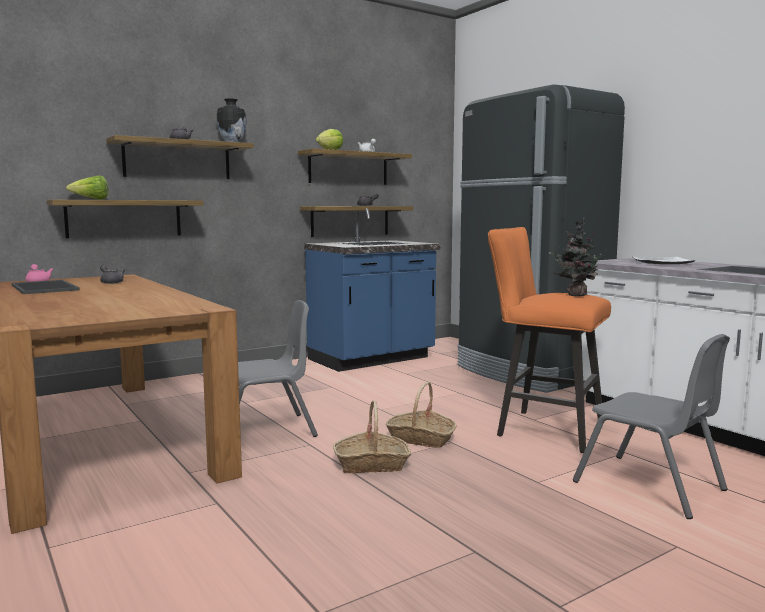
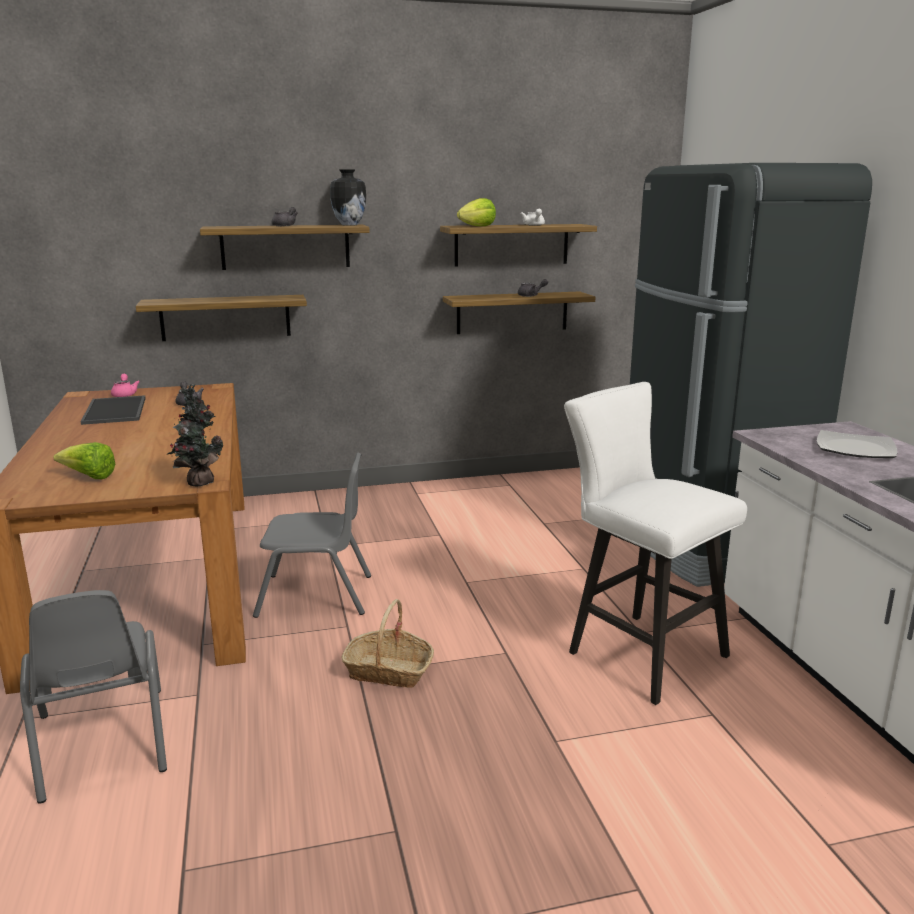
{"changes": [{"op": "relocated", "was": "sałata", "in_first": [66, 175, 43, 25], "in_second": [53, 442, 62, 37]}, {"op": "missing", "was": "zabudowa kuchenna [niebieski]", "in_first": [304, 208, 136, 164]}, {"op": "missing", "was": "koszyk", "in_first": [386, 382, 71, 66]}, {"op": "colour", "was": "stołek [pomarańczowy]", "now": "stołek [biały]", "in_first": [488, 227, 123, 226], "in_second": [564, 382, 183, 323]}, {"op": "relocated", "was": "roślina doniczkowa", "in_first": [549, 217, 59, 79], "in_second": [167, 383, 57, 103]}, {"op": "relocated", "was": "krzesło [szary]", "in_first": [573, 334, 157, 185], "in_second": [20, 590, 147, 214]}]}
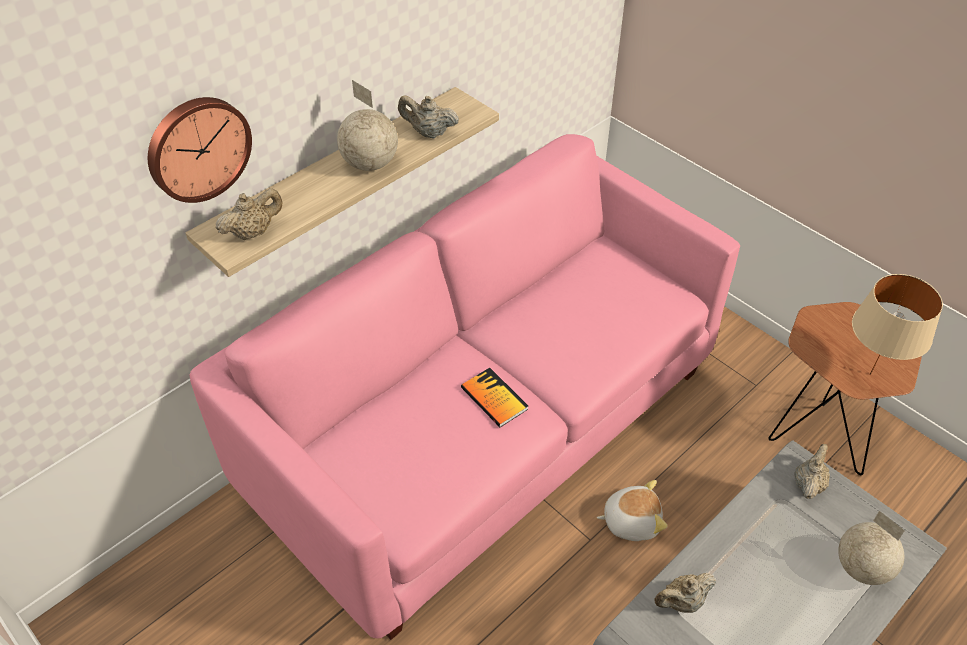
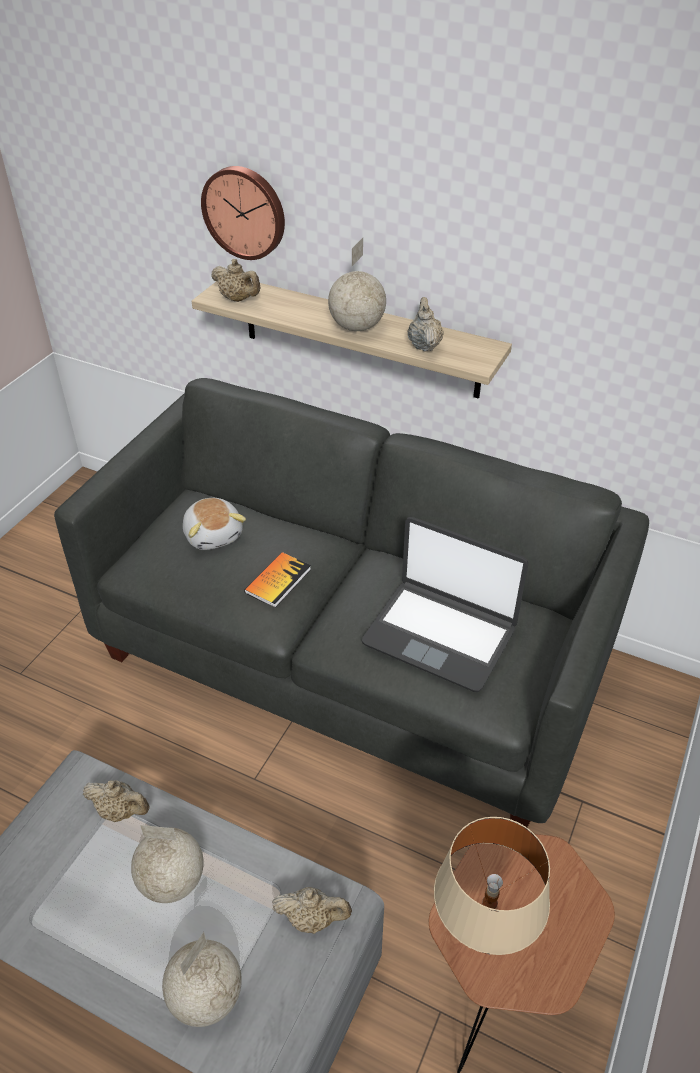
{"changes": [{"op": "colour", "was": "kanapa [różowy]", "now": "kanapa [szary]", "in_first": [190, 134, 550, 506], "in_second": [54, 378, 595, 449]}, {"op": "relocated", "was": "pluszak", "in_first": [597, 480, 71, 61], "in_second": [183, 498, 63, 52]}, {"op": "spun", "was": "imbryk [beżowy]", "in_first": [654, 573, 62, 40], "in_second": [83, 780, 67, 42], "clockwise": 150}, {"op": "appeared", "now": "globus", "in_second": [131, 825, 73, 78]}, {"op": "appeared", "now": "laptop", "in_second": [362, 517, 166, 175]}]}
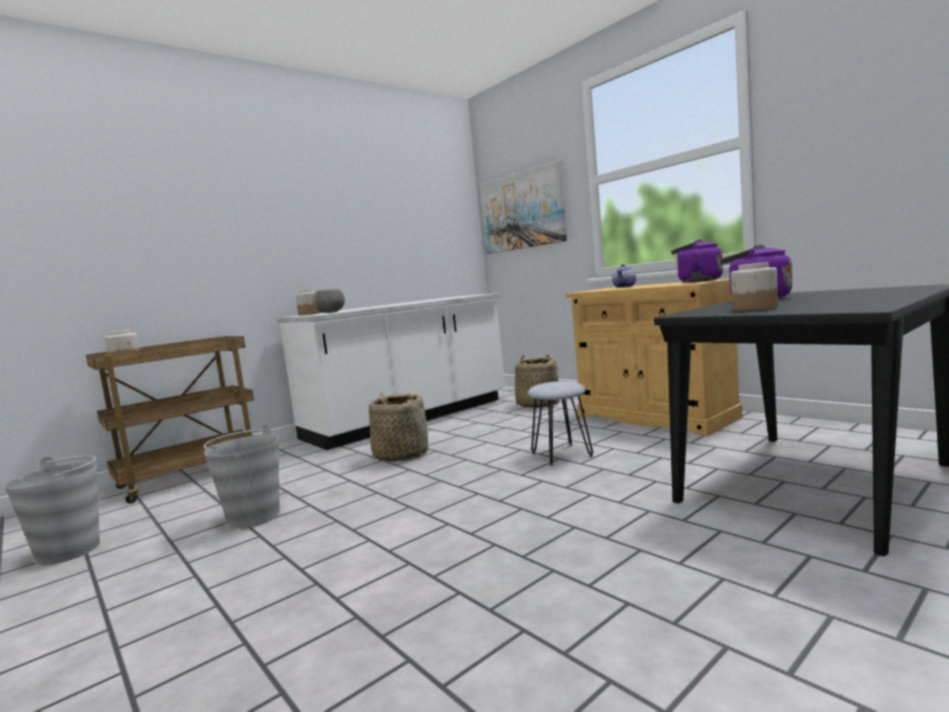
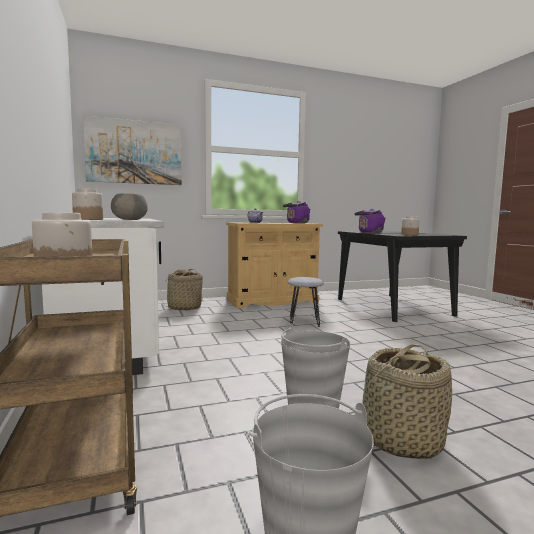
{"changes": [{"op": "relocated", "was": "koszyk", "in_first": [369, 392, 59, 70], "in_second": [363, 344, 89, 115]}]}
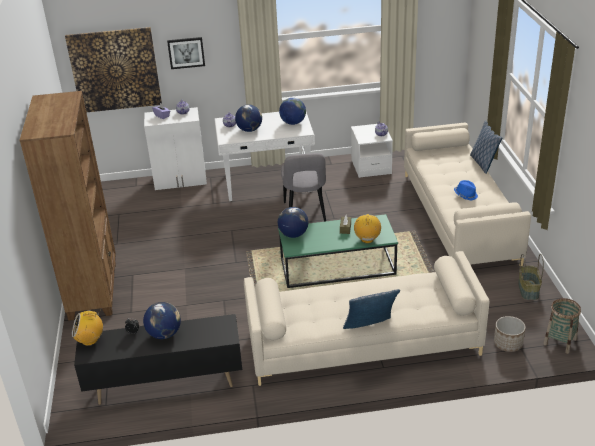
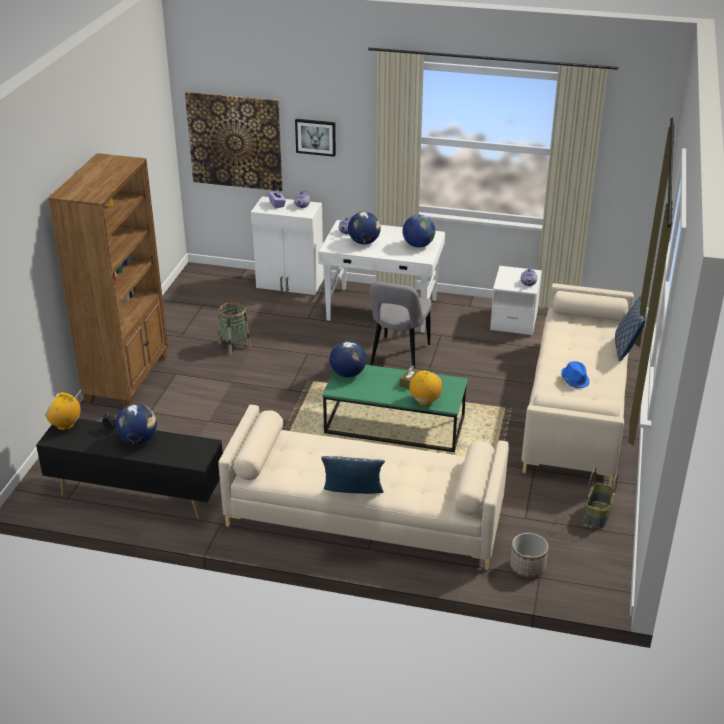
{"changes": [{"op": "relocated", "was": "koszyk", "in_first": [543, 298, 38, 56], "in_second": [218, 302, 33, 52]}]}
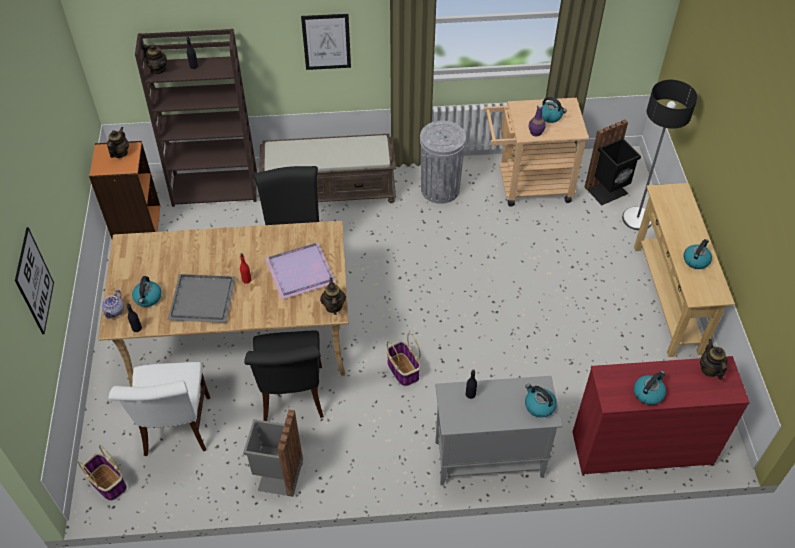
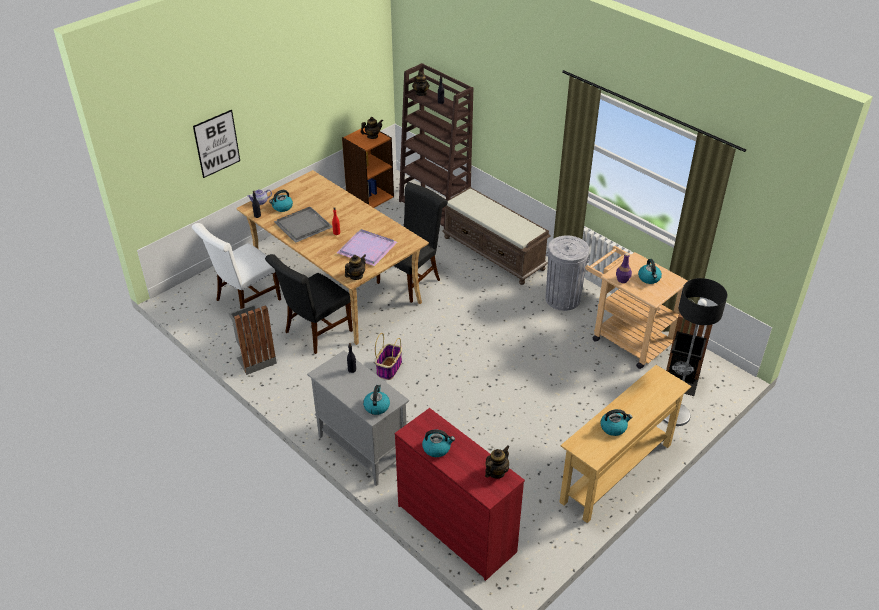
{"changes": [{"op": "missing", "was": "koszyk", "in_first": [78, 445, 49, 56]}, {"op": "missing", "was": "obraz", "in_first": [301, 14, 50, 56]}]}
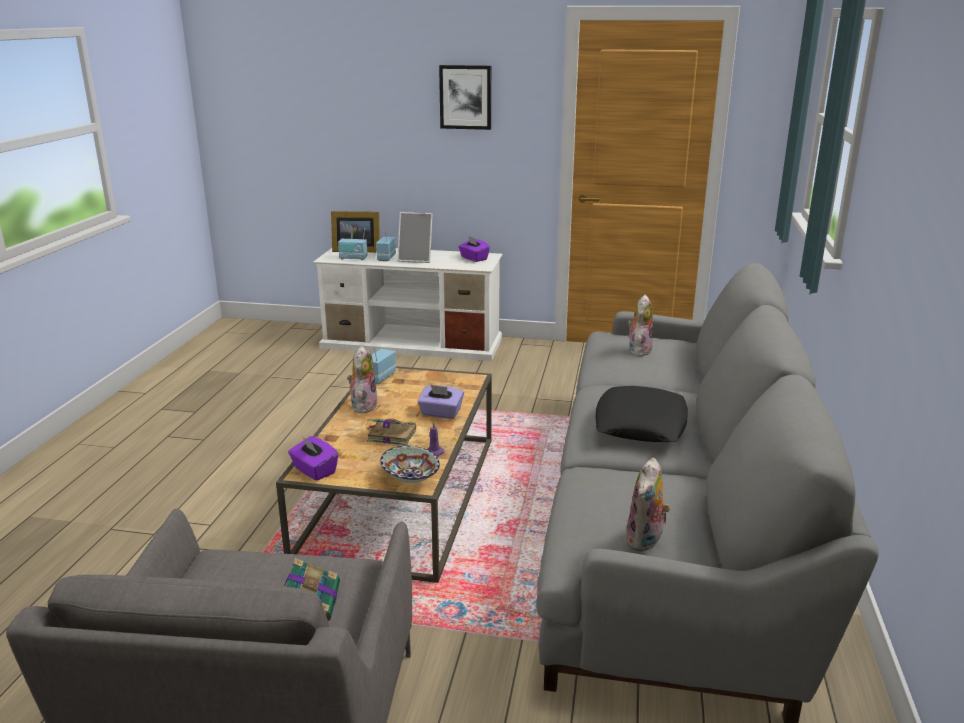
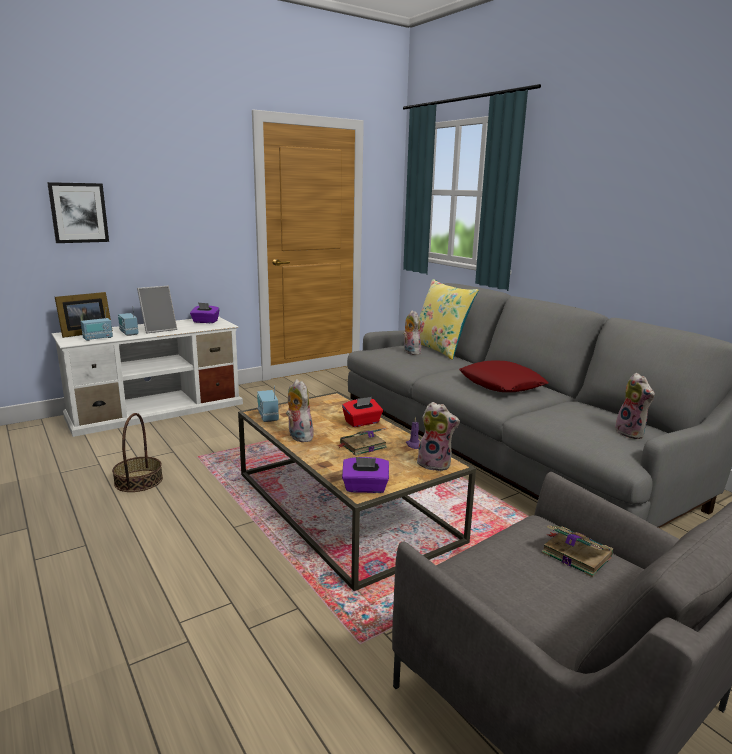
{"changes": [{"op": "exchanged", "was": "miska", "now": "pluszak", "in_first": [380, 446, 60, 37], "in_second": [417, 402, 43, 69]}, {"op": "colour", "was": "pudełko chusteczek [fioletowy]", "now": "pudełko chusteczek [czerwony]", "in_first": [417, 384, 47, 35], "in_second": [342, 397, 41, 30]}, {"op": "relocated", "was": "obraz", "in_first": [439, 65, 52, 65], "in_second": [47, 182, 62, 61]}, {"op": "colour", "was": "poduszka [czarny]", "now": "poduszka [czerwony]", "in_first": [595, 386, 93, 56], "in_second": [460, 361, 88, 31]}, {"op": "appeared", "now": "koszyk", "in_second": [112, 413, 51, 79]}, {"op": "appeared", "now": "poduszka [żółty]", "in_second": [419, 279, 60, 81]}]}
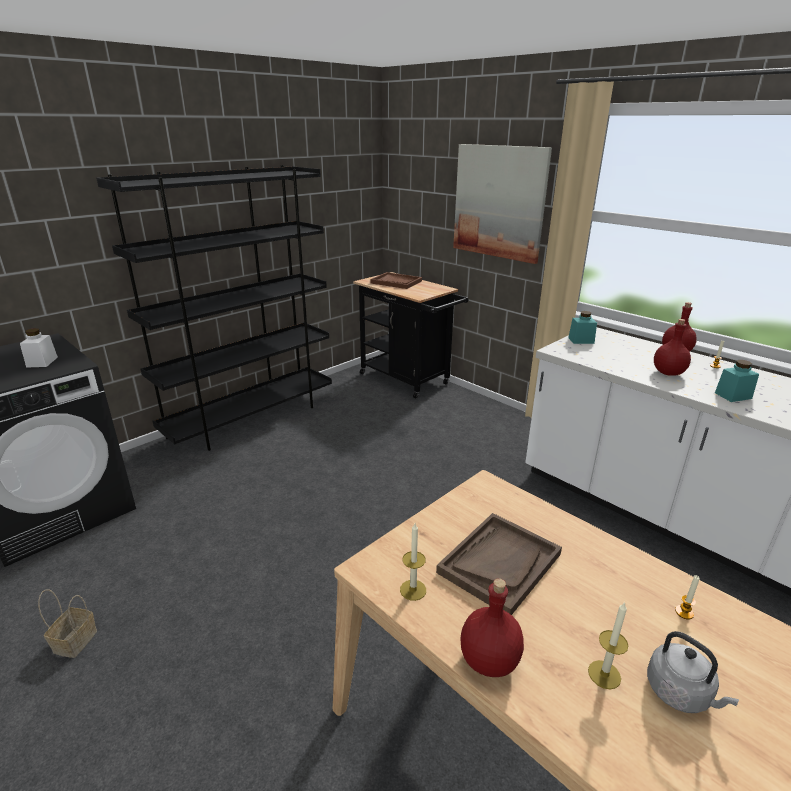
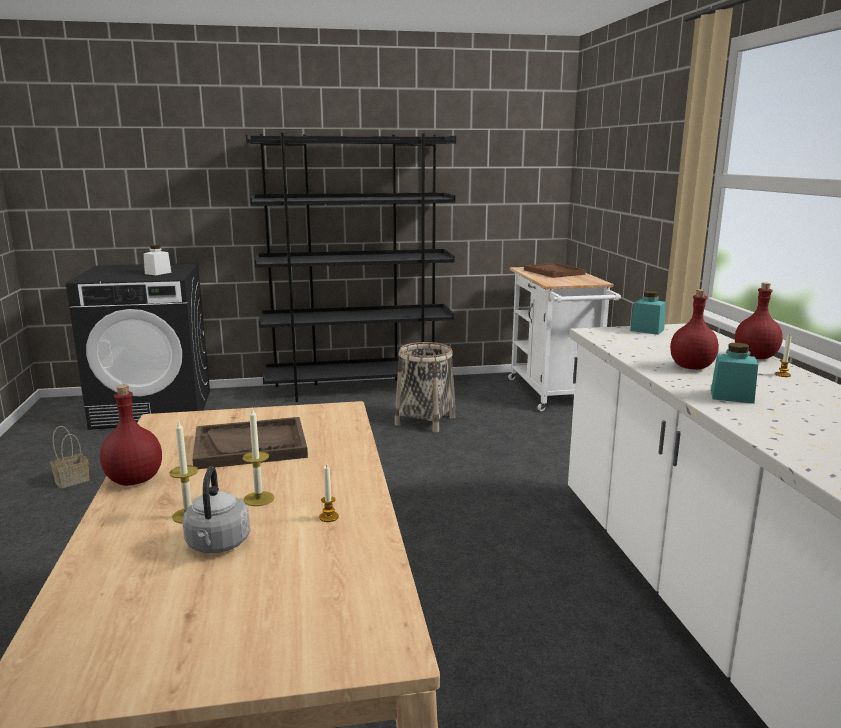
{"changes": [{"op": "colour", "was": "wózek [czarny]", "now": "wózek [biały]", "in_first": [353, 272, 115, 127], "in_second": [508, 267, 113, 144]}, {"op": "relocated", "was": "świeca", "in_first": [400, 523, 26, 78], "in_second": [242, 408, 32, 98]}, {"op": "missing", "was": "obraz", "in_first": [453, 144, 99, 120]}, {"op": "appeared", "now": "koszyk", "in_second": [394, 342, 62, 91]}]}
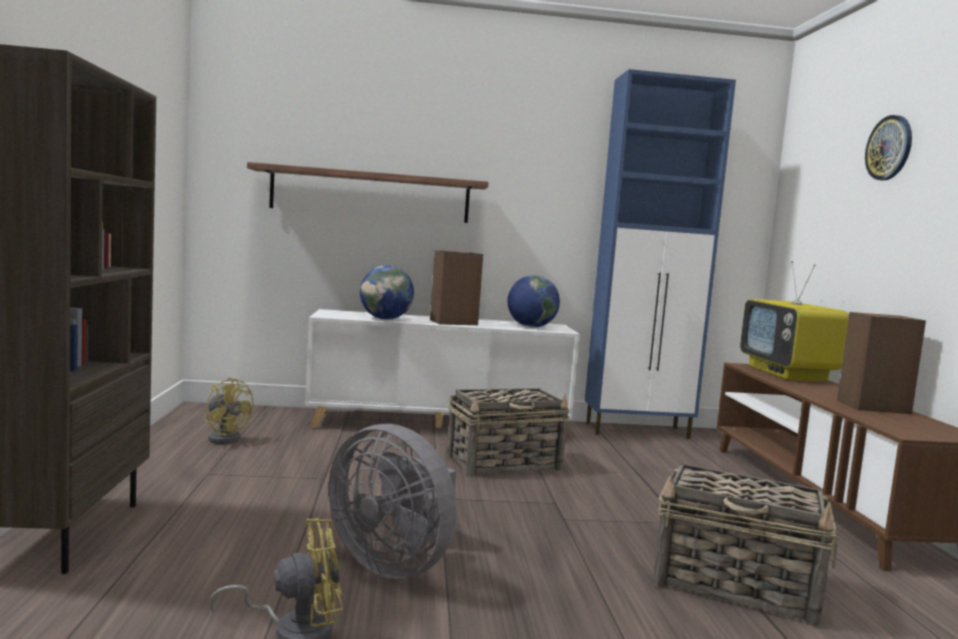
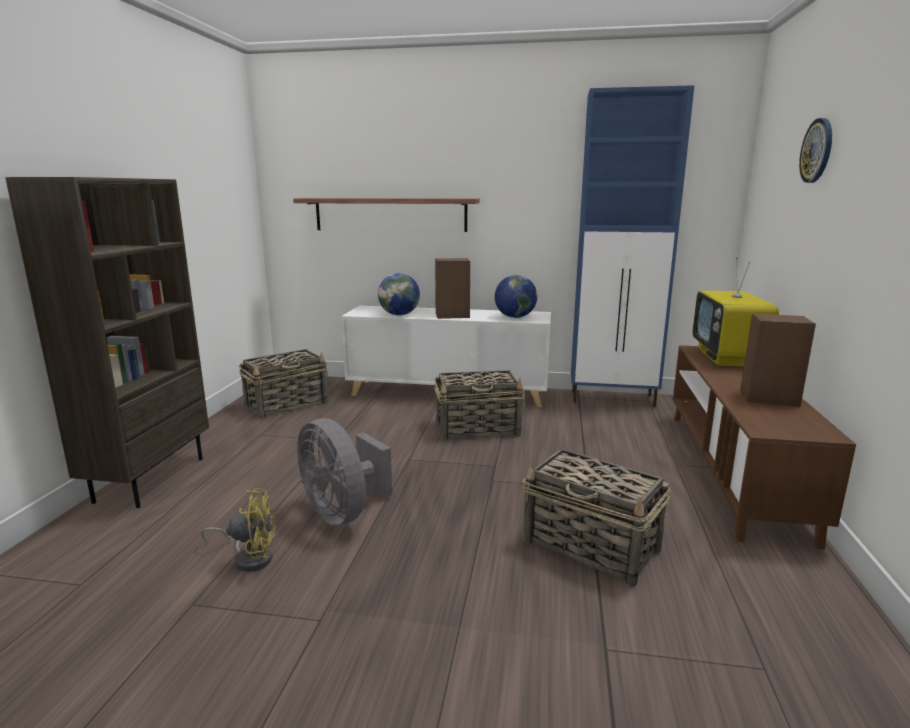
{"changes": [{"op": "exchanged", "was": "wentylator [żółty]", "now": "koszyk", "in_first": [204, 377, 50, 67], "in_second": [239, 349, 89, 70]}]}
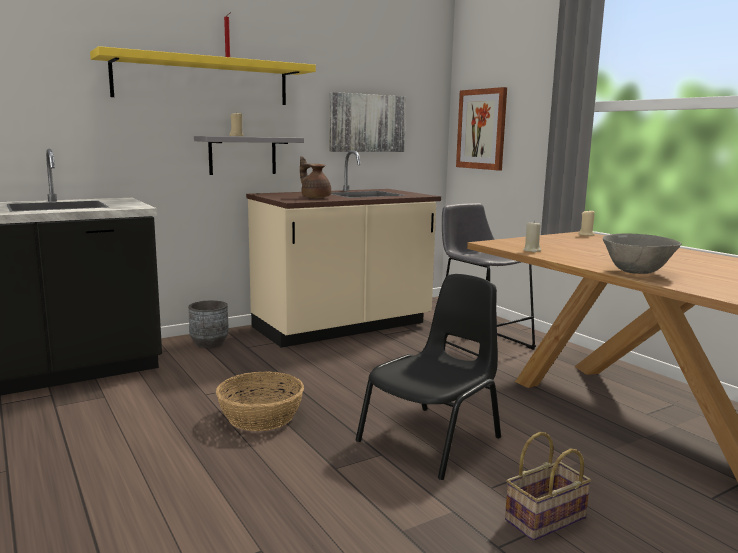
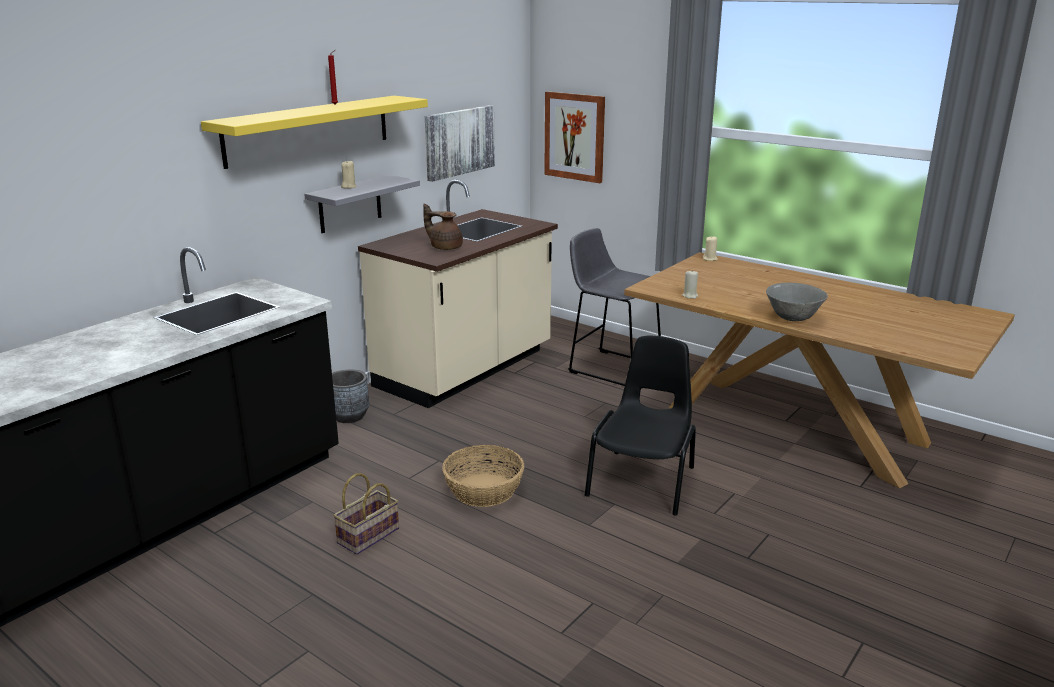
{"changes": [{"op": "relocated", "was": "koszyk", "in_first": [505, 432, 86, 109], "in_second": [333, 473, 66, 82]}]}
